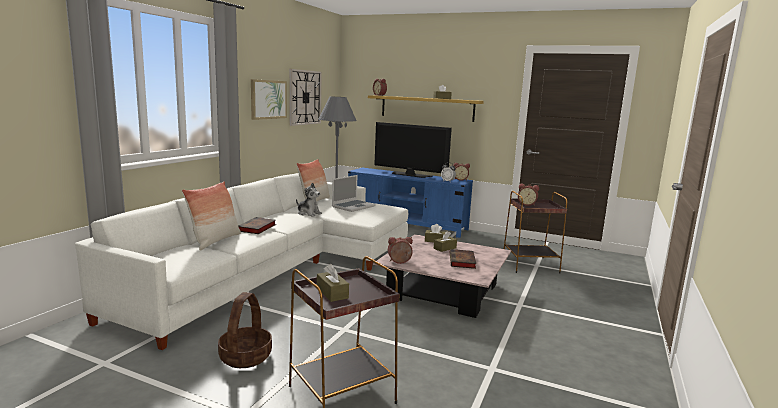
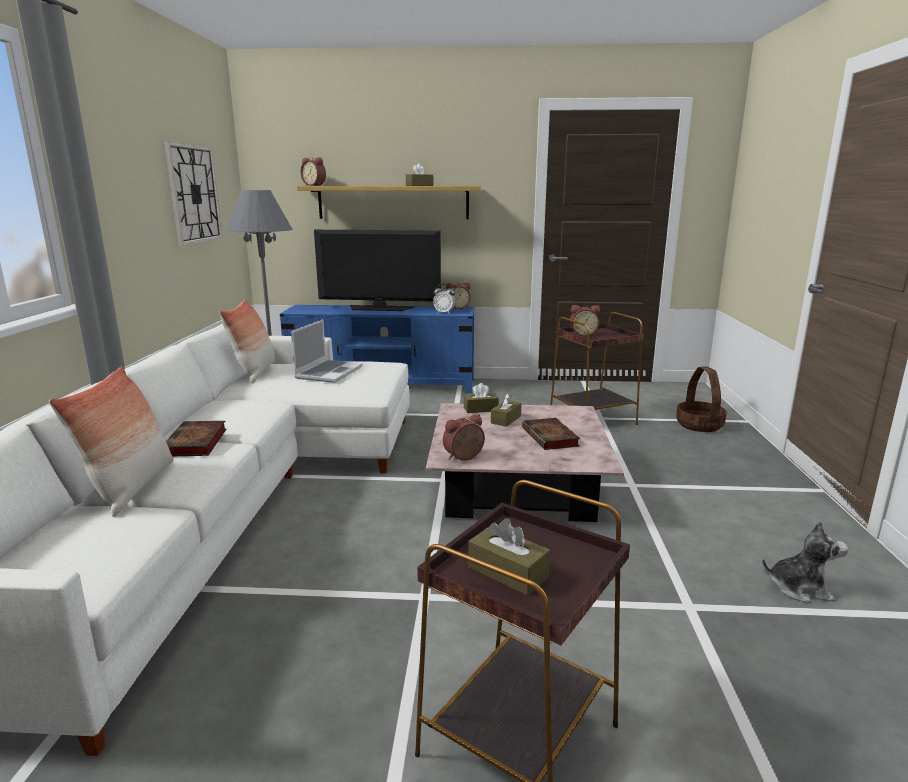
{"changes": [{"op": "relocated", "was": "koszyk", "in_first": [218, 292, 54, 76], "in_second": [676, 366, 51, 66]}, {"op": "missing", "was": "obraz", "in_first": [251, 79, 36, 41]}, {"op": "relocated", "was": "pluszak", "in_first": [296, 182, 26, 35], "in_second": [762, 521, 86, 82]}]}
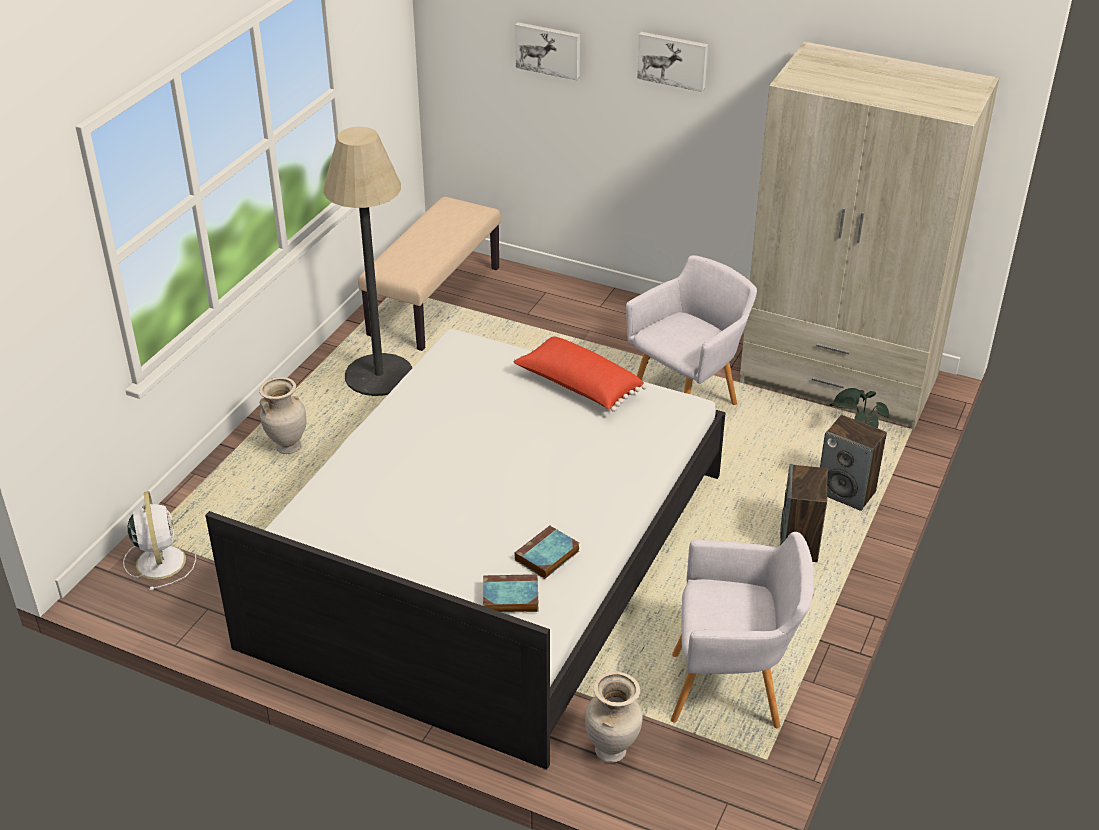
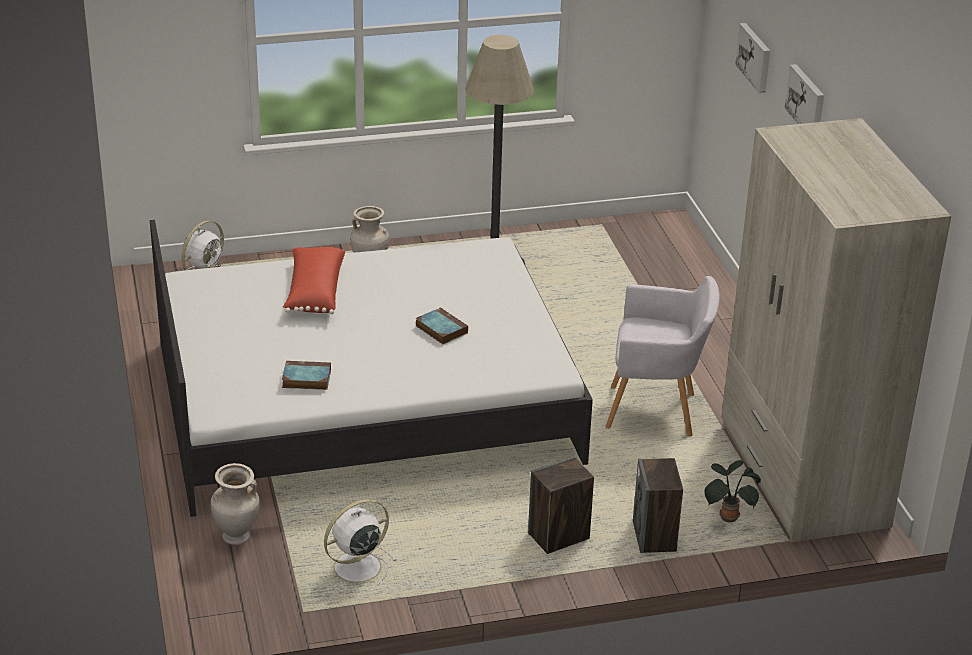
{"changes": [{"op": "missing", "was": "ławka [beżowy]", "in_first": [358, 197, 143, 154]}, {"op": "relocated", "was": "książka", "in_first": [483, 574, 56, 39], "in_second": [416, 307, 52, 37]}, {"op": "relocated", "was": "poduszka [czerwony]", "in_first": [514, 336, 133, 76], "in_second": [283, 247, 62, 67]}, {"op": "exchanged", "was": "fotel [szary]", "now": "wentylator [biały]", "in_first": [671, 532, 143, 196], "in_second": [321, 499, 76, 92]}]}
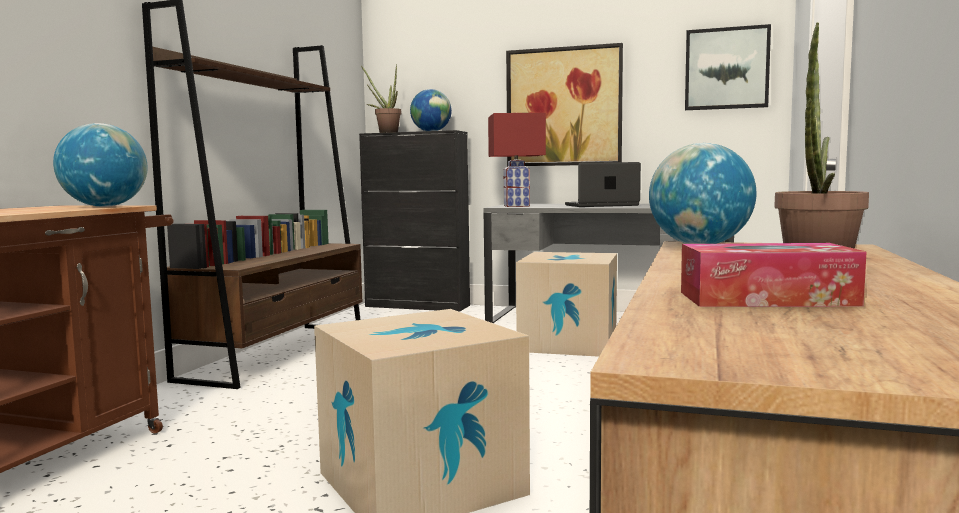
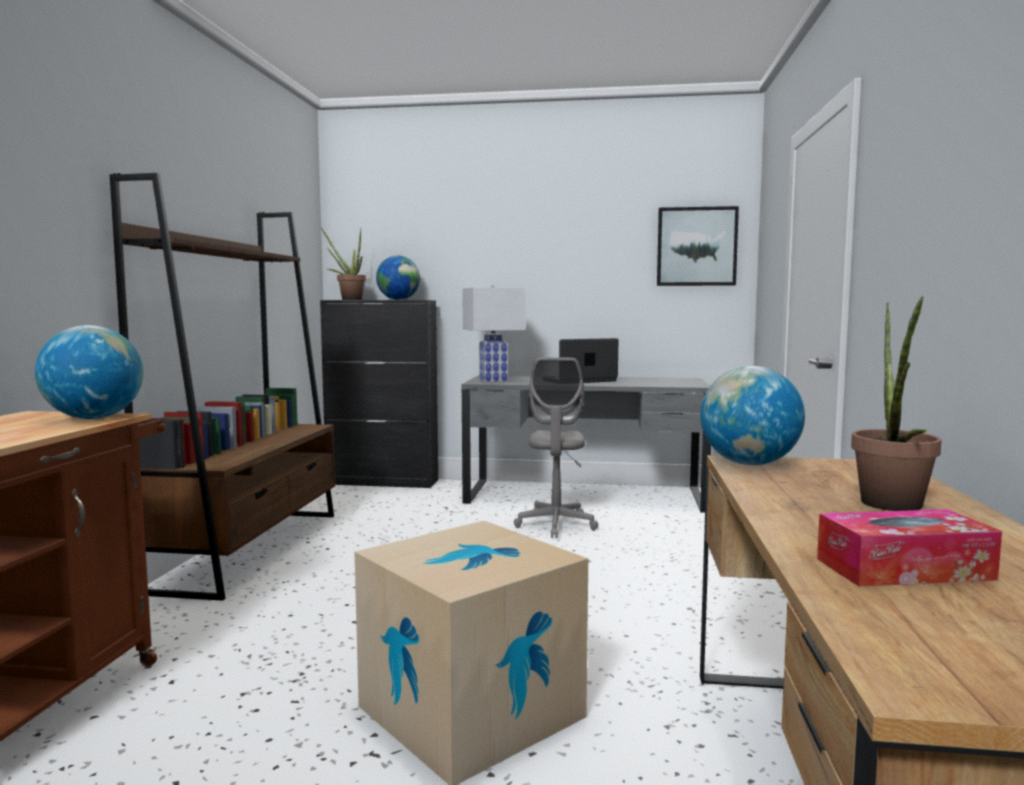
{"changes": [{"op": "colour", "was": "lampa stołowa [czerwony]", "now": "lampa stołowa [biały]", "in_first": [488, 113, 58, 94], "in_second": [462, 285, 63, 97]}, {"op": "missing", "was": "obraz", "in_first": [506, 43, 117, 123]}, {"op": "exchanged", "was": "karton", "now": "krzesło biurowe [szary]", "in_first": [516, 252, 101, 105], "in_second": [514, 357, 84, 181]}]}
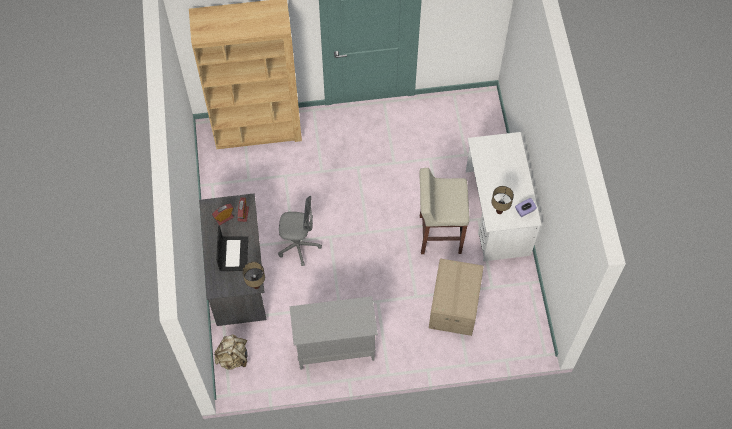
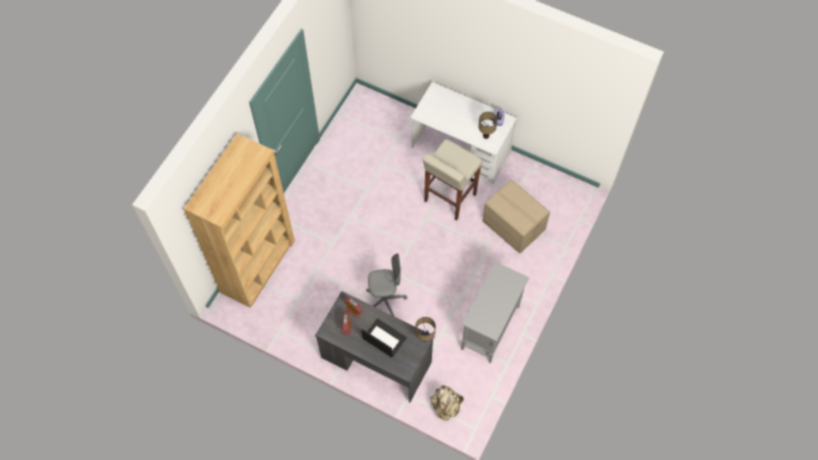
{"changes": [{"op": "spun", "was": "krzesło biurowe [szary]", "in_first": [278, 196, 44, 70], "in_second": [366, 253, 41, 64], "clockwise": 45}]}
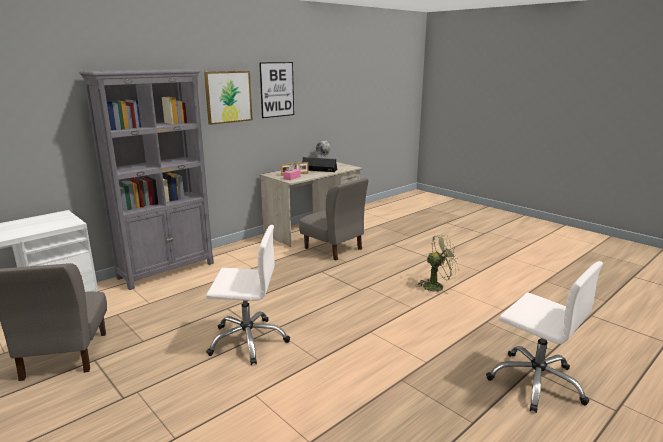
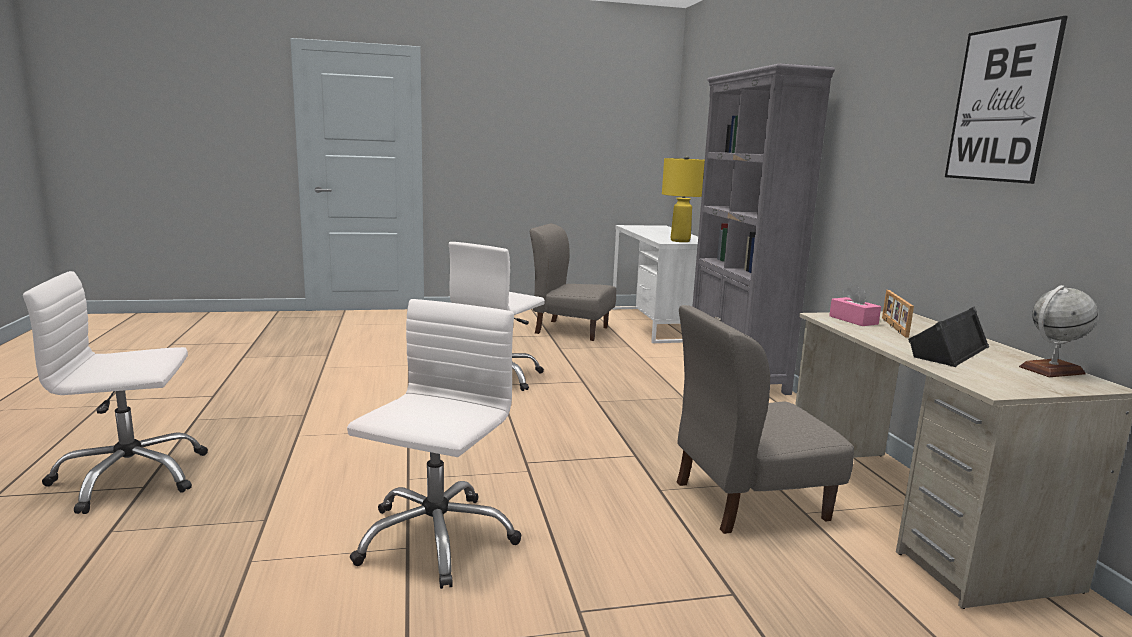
{"changes": [{"op": "missing", "was": "obraz", "in_first": [204, 71, 49, 54]}, {"op": "exchanged", "was": "wentylator [zielony]", "now": "krzesło biurowe [biały]", "in_first": [416, 235, 43, 59], "in_second": [347, 299, 174, 290]}, {"op": "appeared", "now": "lampa stołowa [żółty]", "in_second": [662, 156, 43, 86]}]}
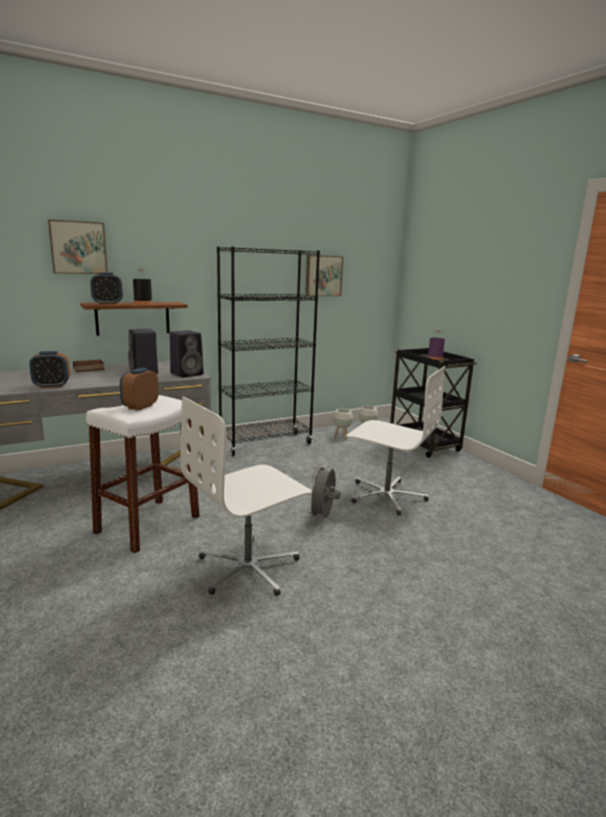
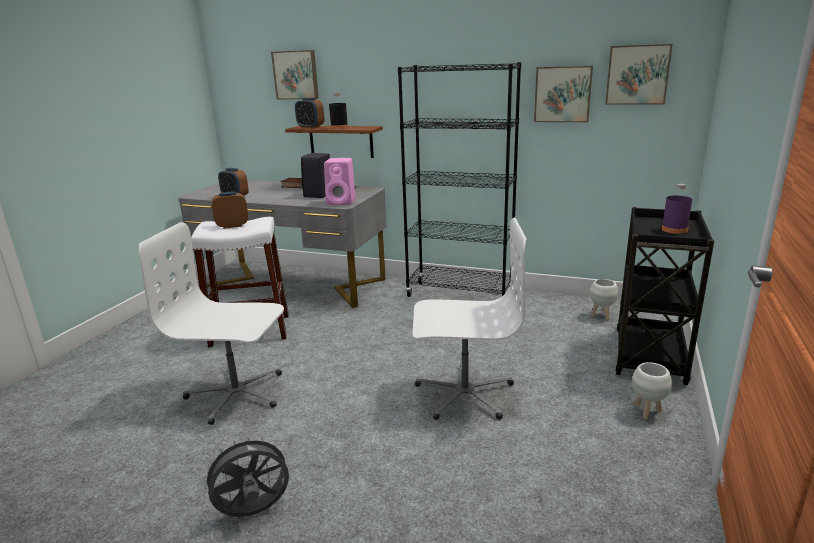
{"changes": [{"op": "colour", "was": "głośnik [czarny]", "now": "głośnik [różowy]", "in_first": [170, 330, 33, 47], "in_second": [324, 158, 32, 47]}, {"op": "relocated", "was": "wentylator [szary]", "in_first": [307, 464, 34, 55], "in_second": [201, 434, 90, 83]}, {"op": "relocated", "was": "donica [biały]", "in_first": [333, 409, 20, 30], "in_second": [632, 362, 40, 57]}, {"op": "spun", "was": "krzesło biurowe [biały]", "in_first": [346, 366, 99, 149], "in_second": [413, 217, 113, 203], "clockwise": -75}, {"op": "appeared", "now": "obraz", "in_second": [605, 44, 68, 61]}]}
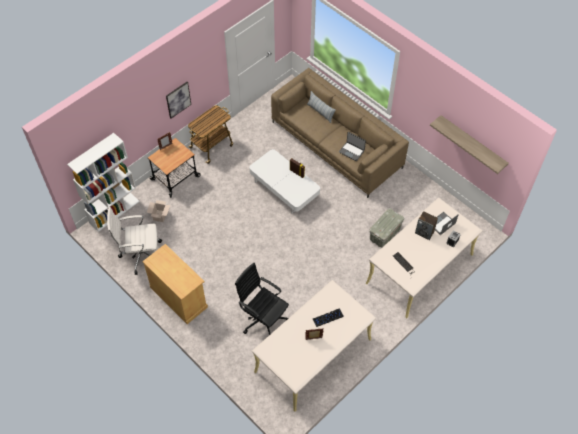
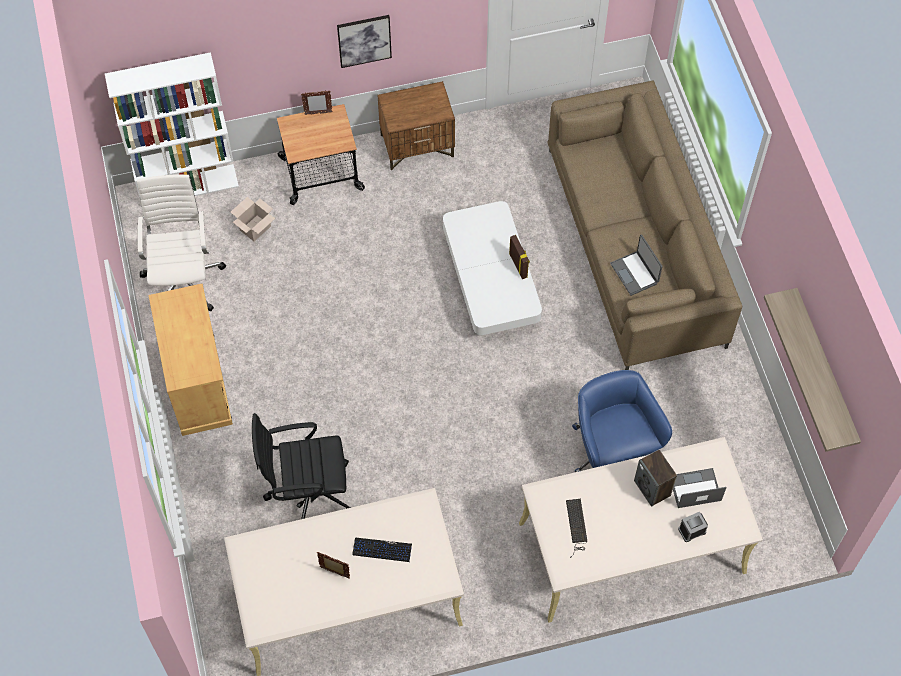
{"changes": [{"op": "spun", "was": "krzesło biurowe [biały]", "in_first": [107, 207, 55, 68], "in_second": [137, 175, 89, 136], "clockwise": 60}, {"op": "exchanged", "was": "wózek", "now": "szafka nocna [brązowy]", "in_first": [188, 105, 45, 59], "in_second": [378, 81, 77, 90]}, {"op": "spun", "was": "krzesło biurowe [czarny]", "in_first": [235, 263, 54, 72], "in_second": [252, 413, 99, 106], "clockwise": -75}, {"op": "missing", "was": "poduszka", "in_first": [307, 91, 29, 32]}, {"op": "exchanged", "was": "pojemnik do przechowywania [szary]", "now": "krzesło biurowe [niebieski]", "in_first": [370, 208, 34, 40], "in_second": [572, 370, 100, 102]}]}
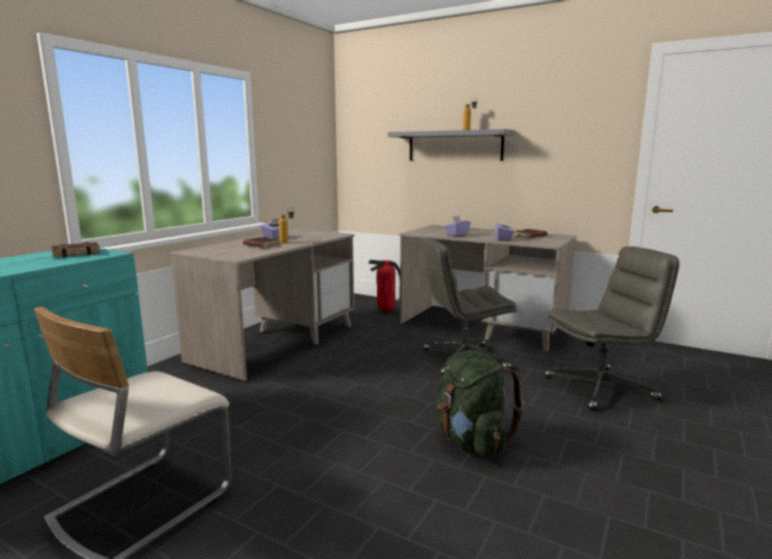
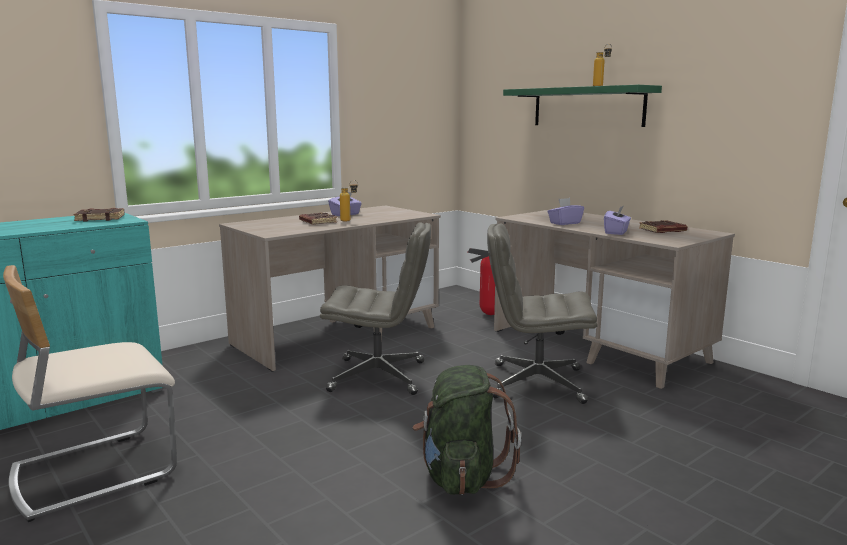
{"changes": [{"op": "colour", "was": "półka [szary]", "now": "półka [zielony]", "in_first": [388, 129, 127, 32], "in_second": [503, 85, 159, 42]}, {"op": "relocated", "was": "krzesło biurowe [szary]", "in_first": [544, 246, 136, 165], "in_second": [320, 222, 111, 173]}]}
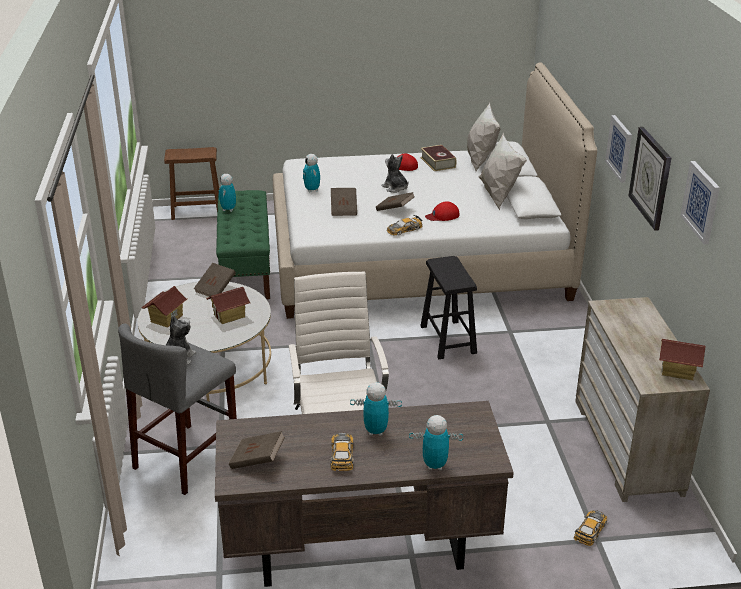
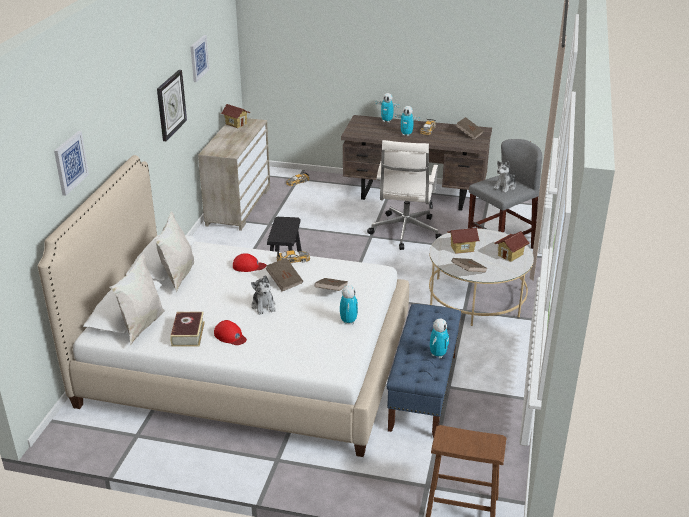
{"changes": [{"op": "colour", "was": "ławka [zielony]", "now": "ławka [niebieski]", "in_first": [216, 190, 54, 109], "in_second": [387, 304, 74, 134]}, {"op": "relocated", "was": "obraz", "in_first": [605, 115, 27, 68], "in_second": [54, 131, 35, 65]}]}
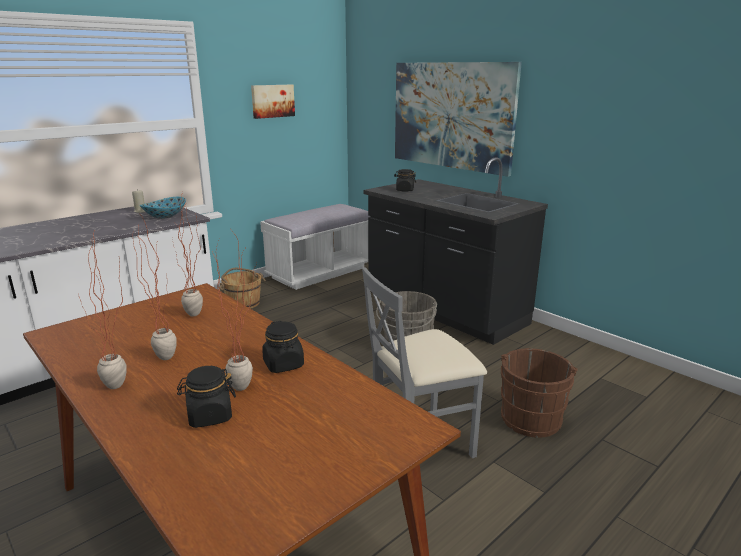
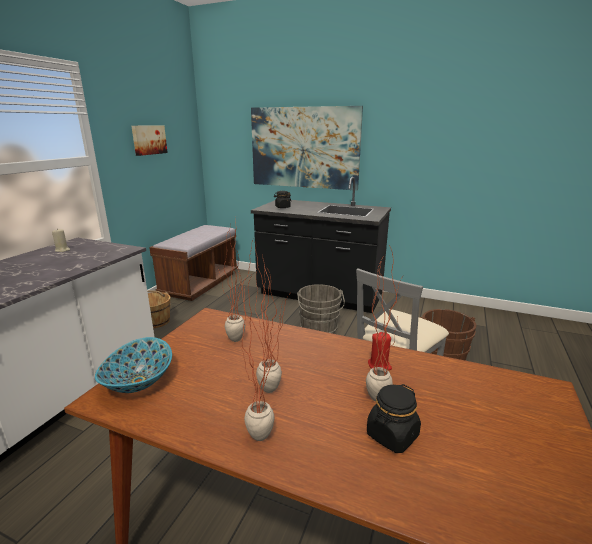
{"changes": [{"op": "relocated", "was": "miska", "in_first": [140, 197, 46, 22], "in_second": [95, 337, 77, 56]}, {"op": "colour", "was": "ławka [biały]", "now": "ławka [brązowy]", "in_first": [260, 204, 110, 86], "in_second": [149, 225, 89, 76]}, {"op": "exchanged", "was": "słoik [czarny]", "now": "świeca [czerwony]", "in_first": [262, 321, 42, 52], "in_second": [368, 332, 24, 38]}]}
